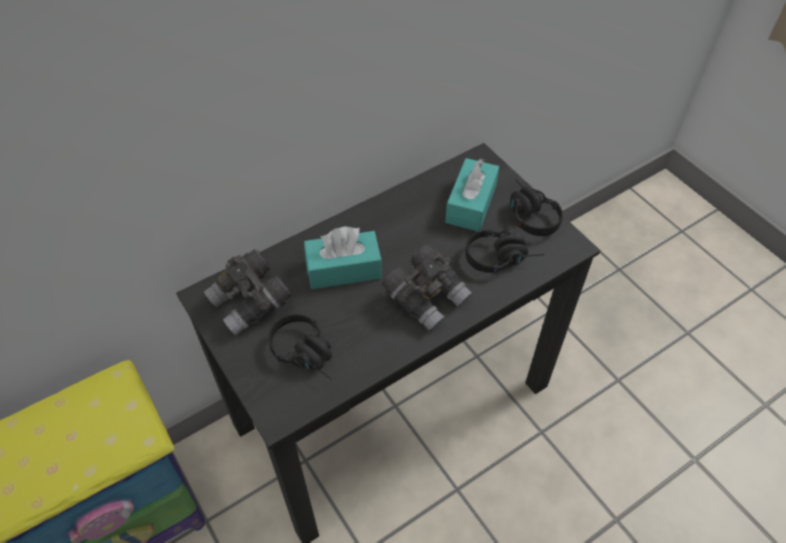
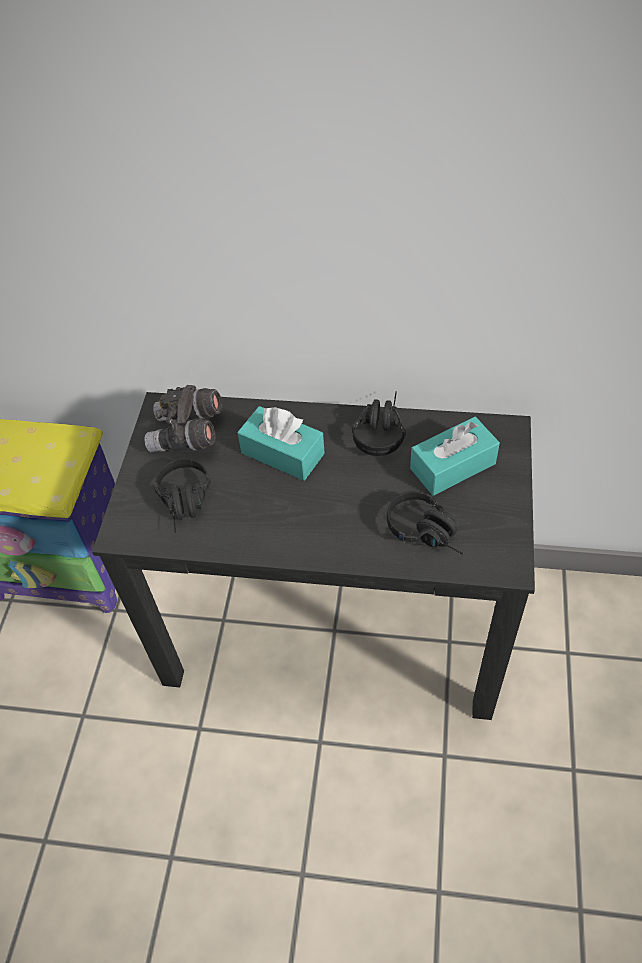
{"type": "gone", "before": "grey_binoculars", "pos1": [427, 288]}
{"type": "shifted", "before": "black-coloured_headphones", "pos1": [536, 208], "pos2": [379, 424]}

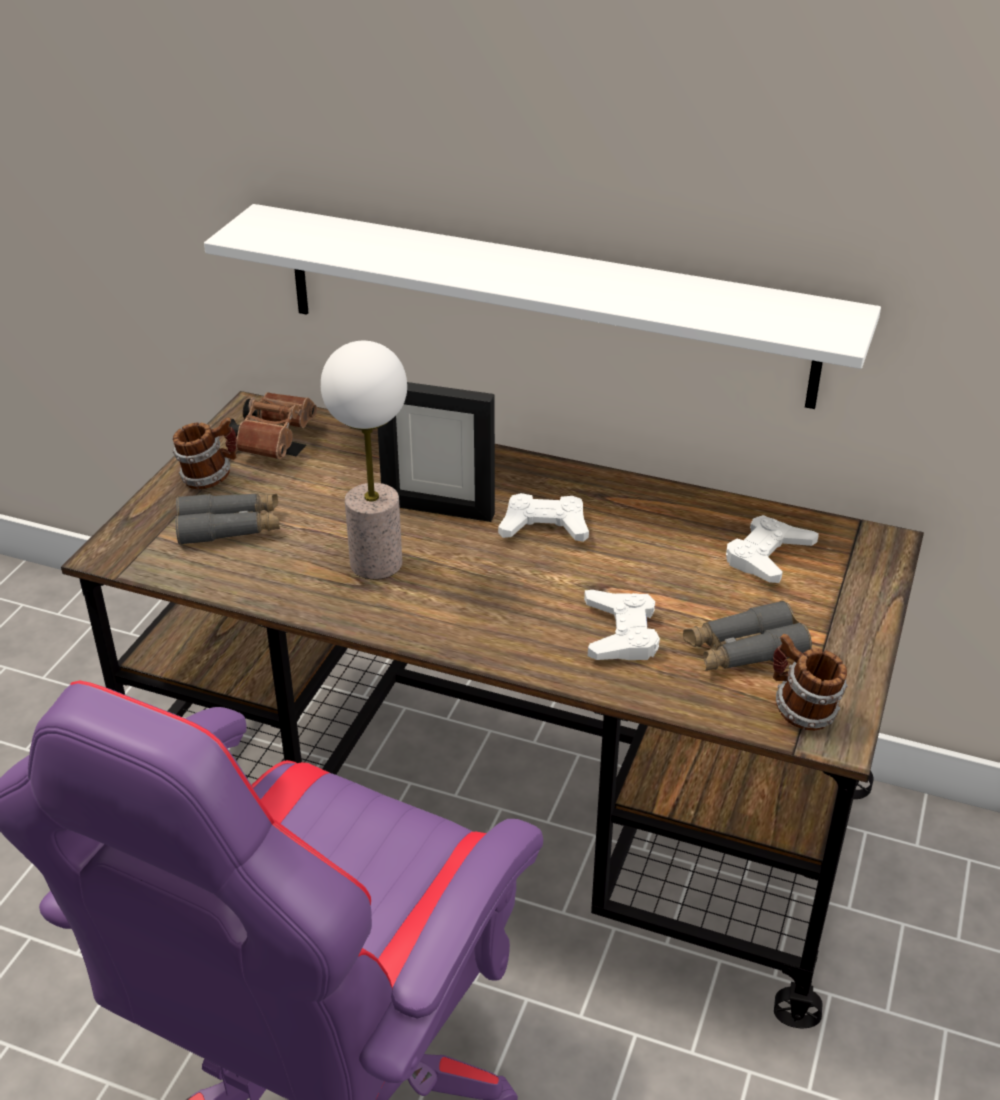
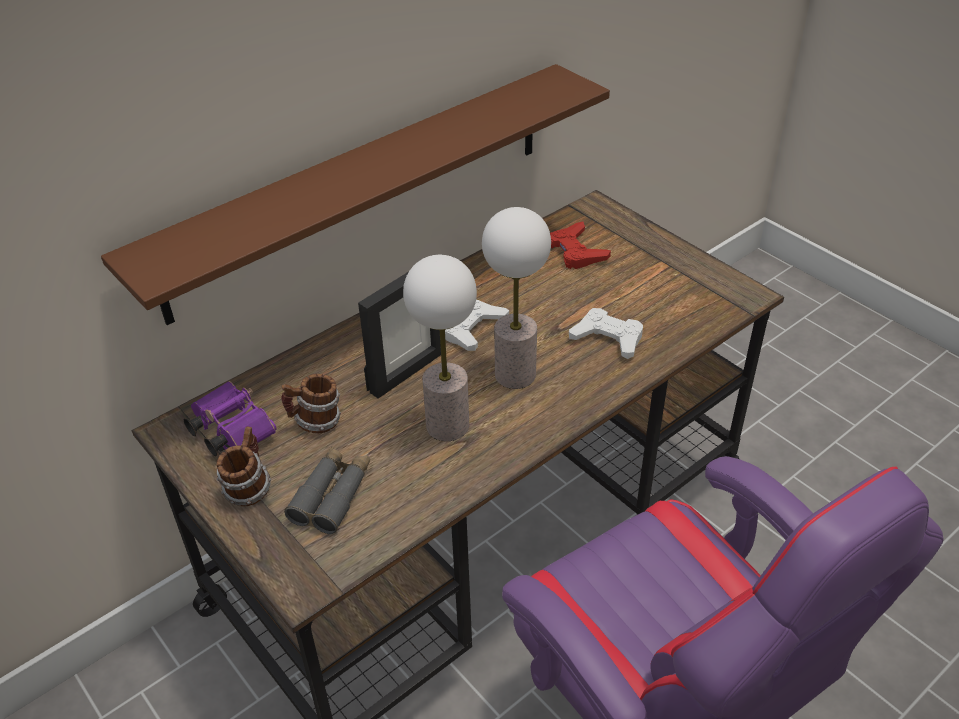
{"type": "repainted", "before": "white-coloured_shelf", "after": "brown_shelf", "pos1": [542, 306], "pos2": [355, 194]}
{"type": "repainted", "before": "brown_binoculars", "after": "purplish_binoculars", "pos1": [273, 425], "pos2": [230, 418]}
{"type": "gone", "before": "grey_binoculars", "pos1": [747, 635]}
{"type": "repainted", "before": "white-coloured_gamepad", "after": "reddish_gamepad", "pos1": [772, 549], "pos2": [580, 245]}
{"type": "shifted", "before": "coffee_mug", "pos1": [810, 682], "pos2": [311, 404]}
{"type": "new", "after": "table_lamp", "pos2": [516, 298]}

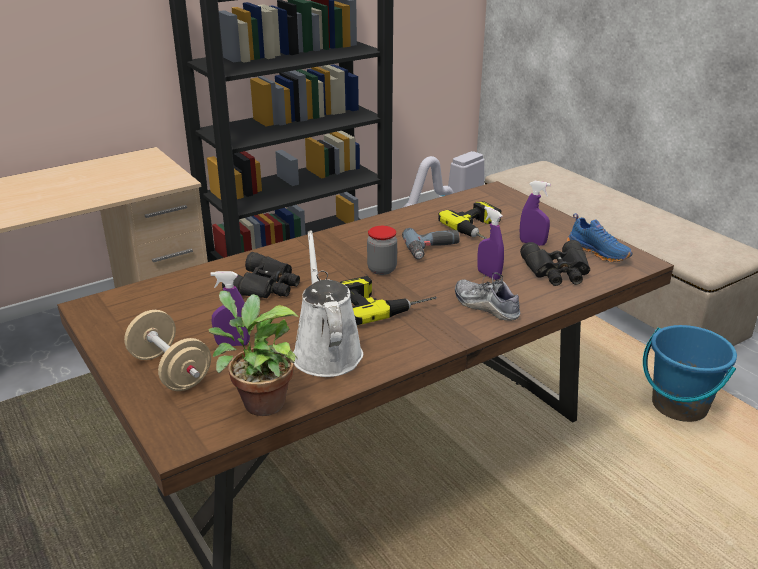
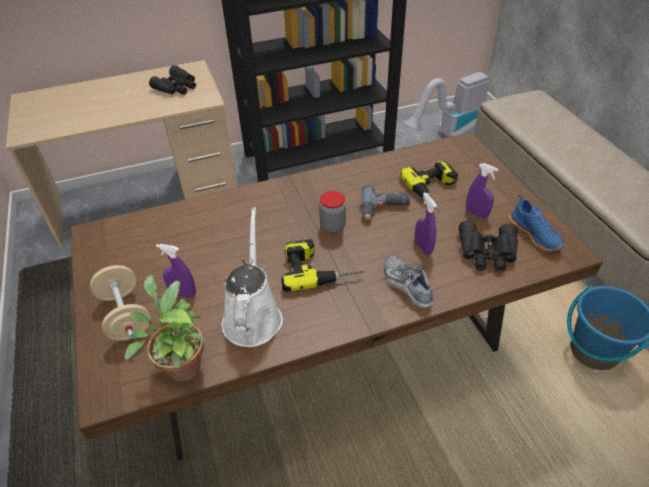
{"type": "shifted", "before": "black-coloured_binoculars", "pos1": [261, 275], "pos2": [172, 80]}

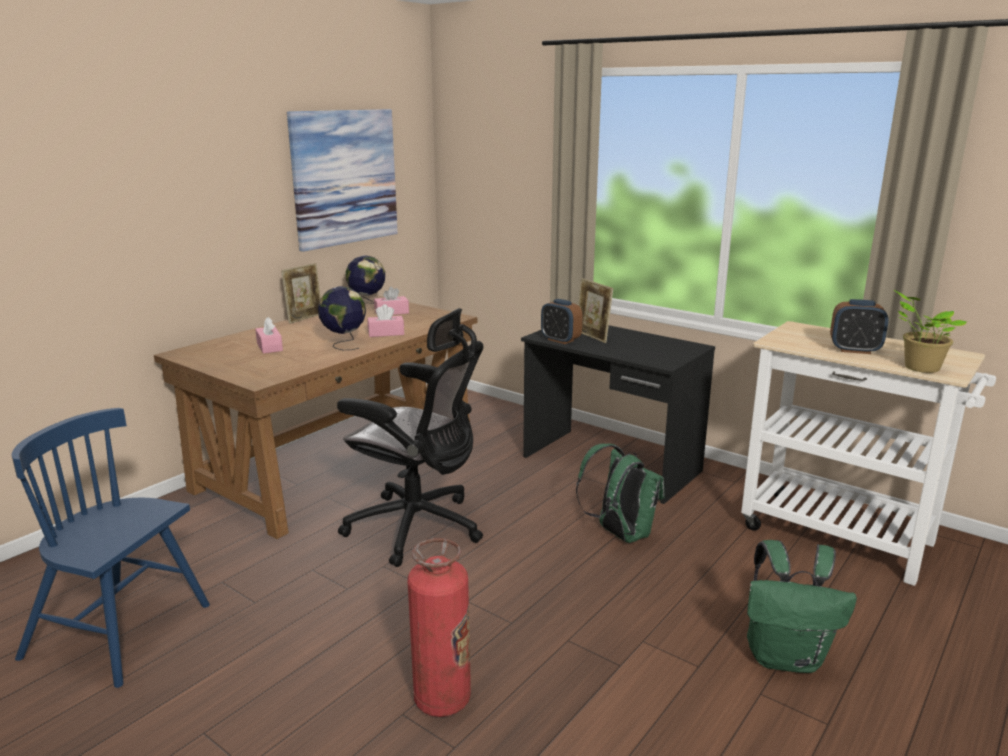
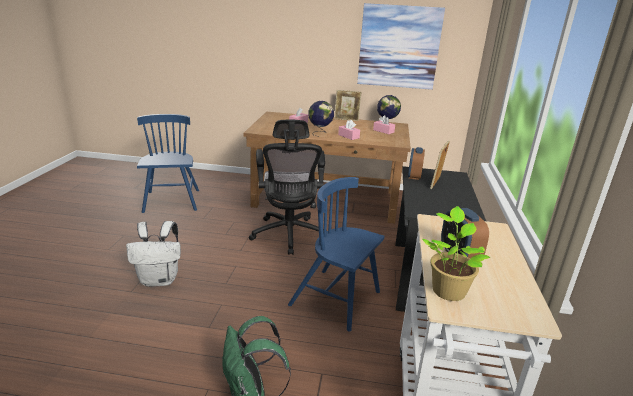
{"type": "swapped", "before": "fire_extinguisher", "after": "white-coloured_knapsack", "pos1": [439, 627], "pos2": [153, 254]}
{"type": "swapped", "before": "green_knapsack", "after": "blue-coloured_plain_chair", "pos1": [620, 493], "pos2": [336, 254]}

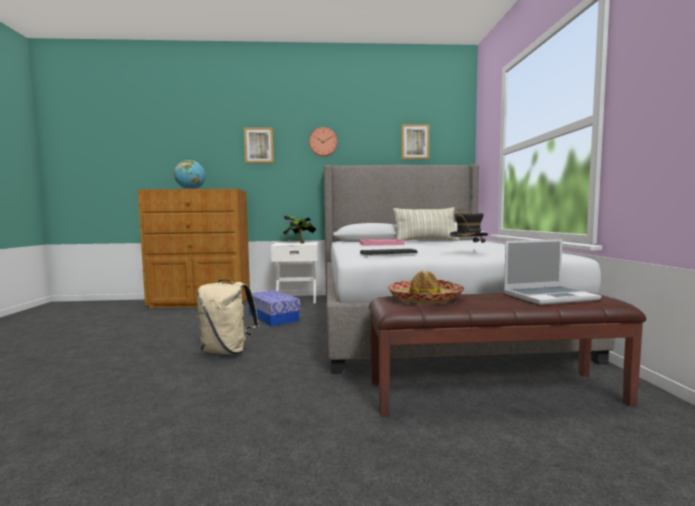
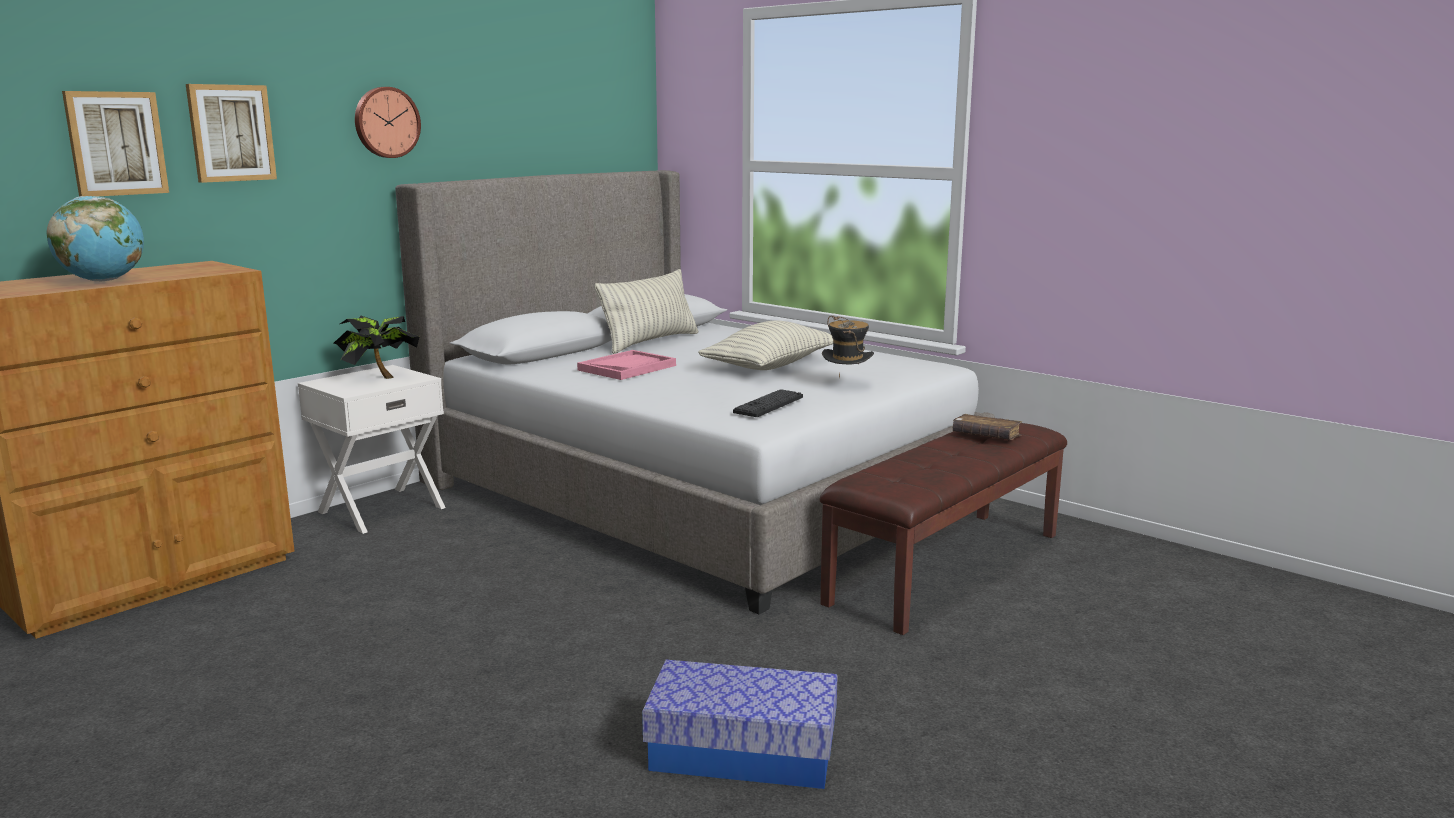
{"type": "gone", "before": "beige-coloured_knapsack", "pos1": [228, 317]}
{"type": "shifted", "before": "storage_bin", "pos1": [274, 308], "pos2": [740, 724]}
{"type": "gone", "before": "wearable_hat", "pos1": [426, 287]}
{"type": "shifted", "before": "picture", "pos1": [415, 141], "pos2": [115, 143]}
{"type": "swapped", "before": "notebook_computer", "after": "brown_volume", "pos1": [552, 272], "pos2": [987, 427]}
{"type": "new", "after": "cushion", "pos2": [765, 345]}

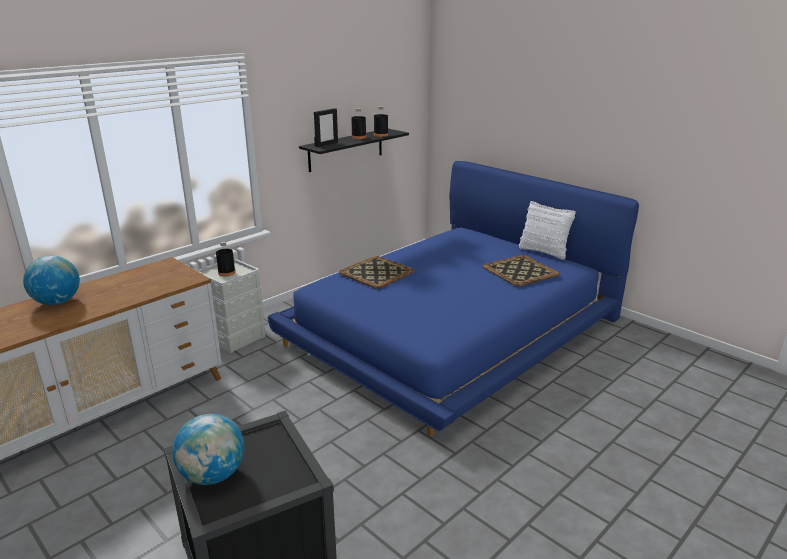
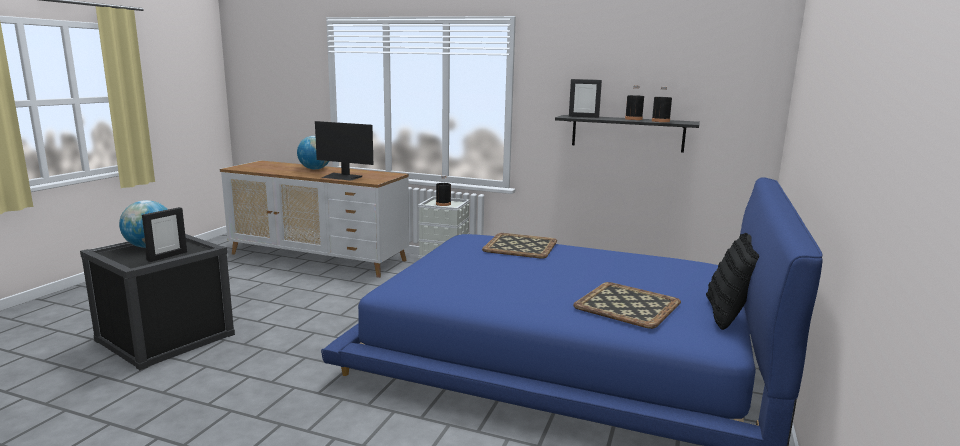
{"type": "repainted", "before": "white-coloured_cushion", "after": "black-coloured_cushion", "pos1": [547, 230], "pos2": [732, 281]}
{"type": "new", "after": "photo_frame", "pos2": [164, 234]}
{"type": "new", "after": "computer_screen", "pos2": [344, 151]}

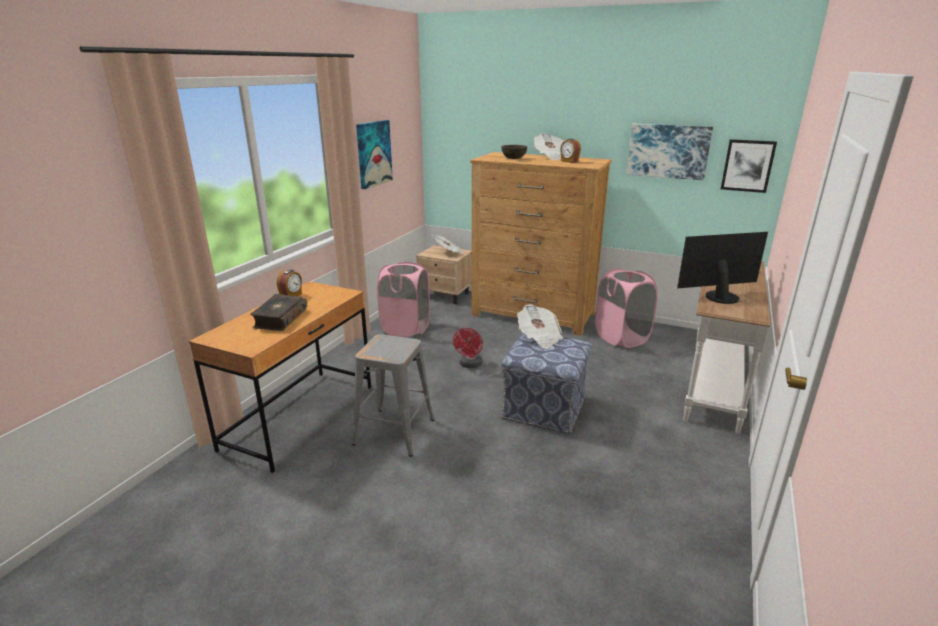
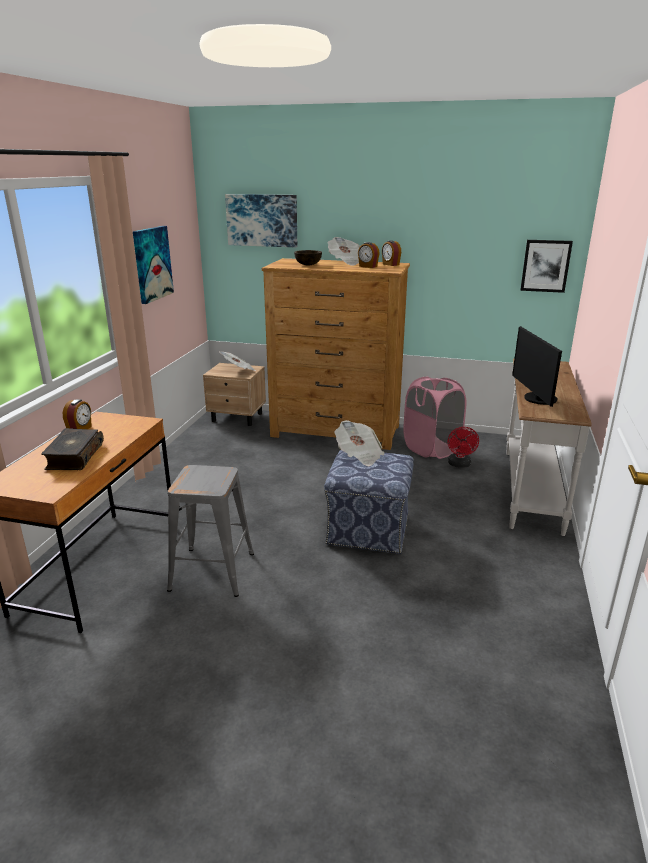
{"type": "gone", "before": "pink_laundry_basket", "pos1": [403, 299]}
{"type": "shifted", "before": "reddish_fan", "pos1": [468, 348], "pos2": [463, 447]}
{"type": "shifted", "before": "picture", "pos1": [669, 152], "pos2": [261, 220]}
{"type": "rotated", "before": "computer_screen", "pos1": [722, 268], "pos2": [537, 366], "turn": -75}
{"type": "new", "after": "bedside_clock", "pos2": [391, 253]}

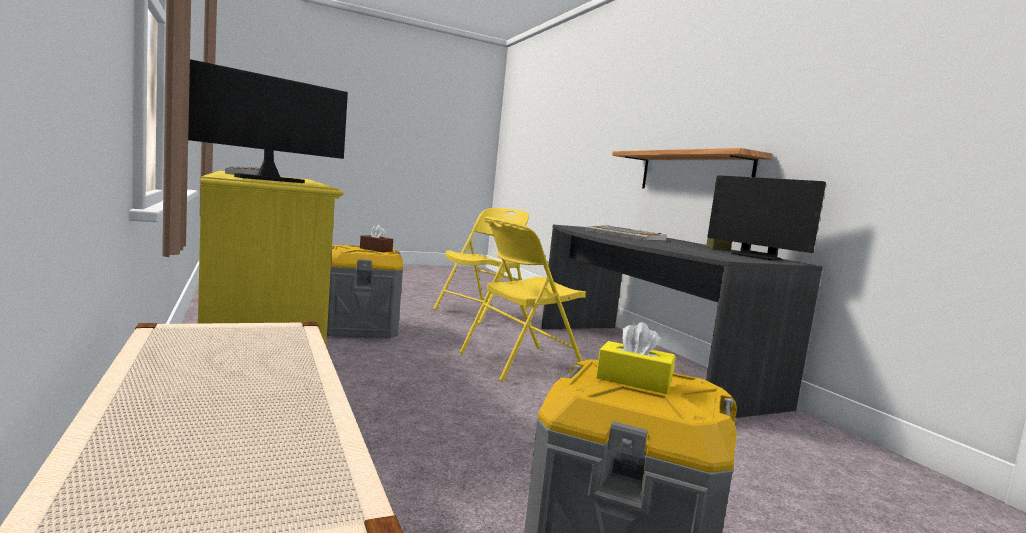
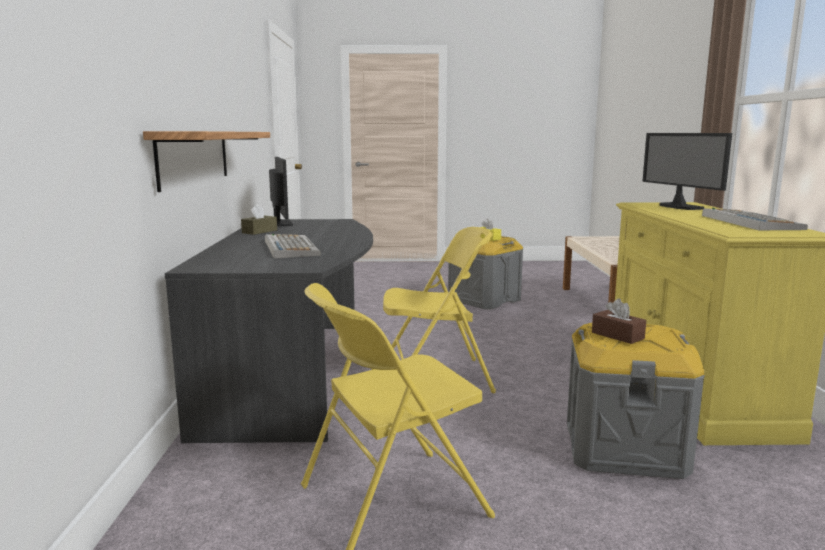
{"type": "rotated", "before": "computer_screen", "pos1": [268, 121], "pos2": [687, 171], "turn": 90}

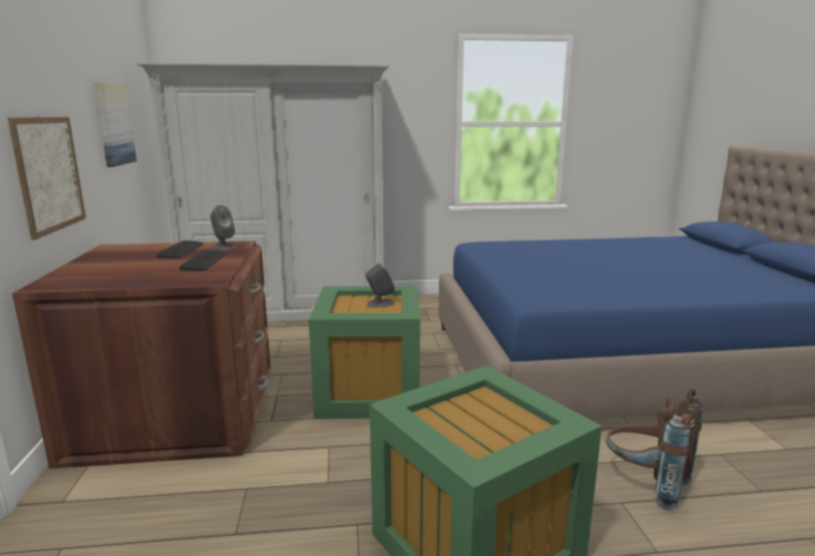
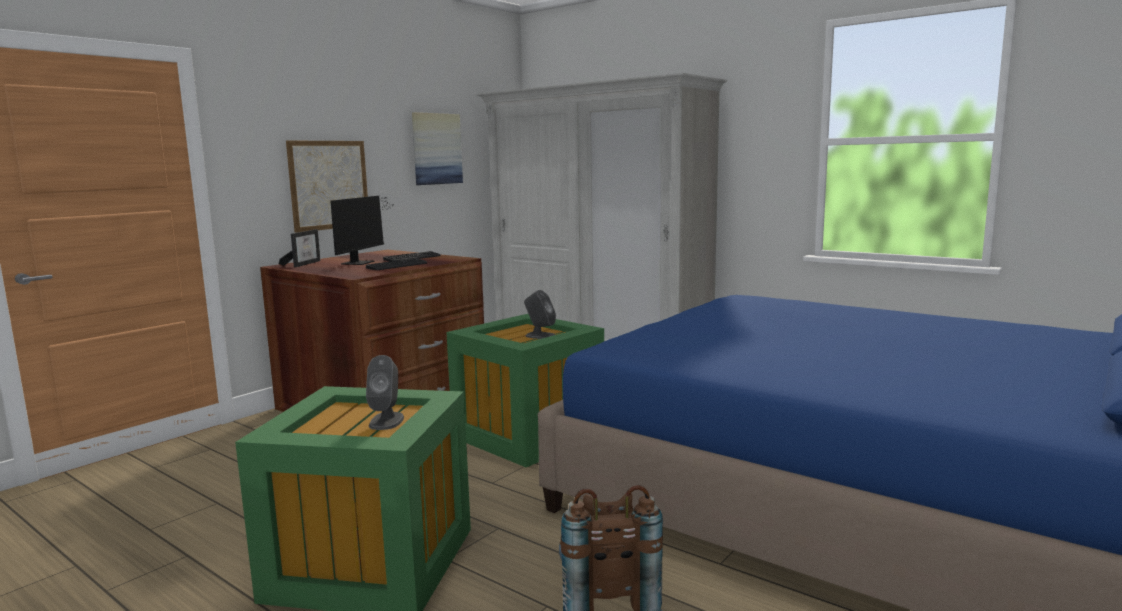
{"type": "shifted", "before": "grey_loudspeaker", "pos1": [223, 227], "pos2": [385, 392]}
{"type": "new", "after": "photo_frame", "pos2": [299, 248]}
{"type": "new", "after": "computer_screen", "pos2": [359, 230]}

